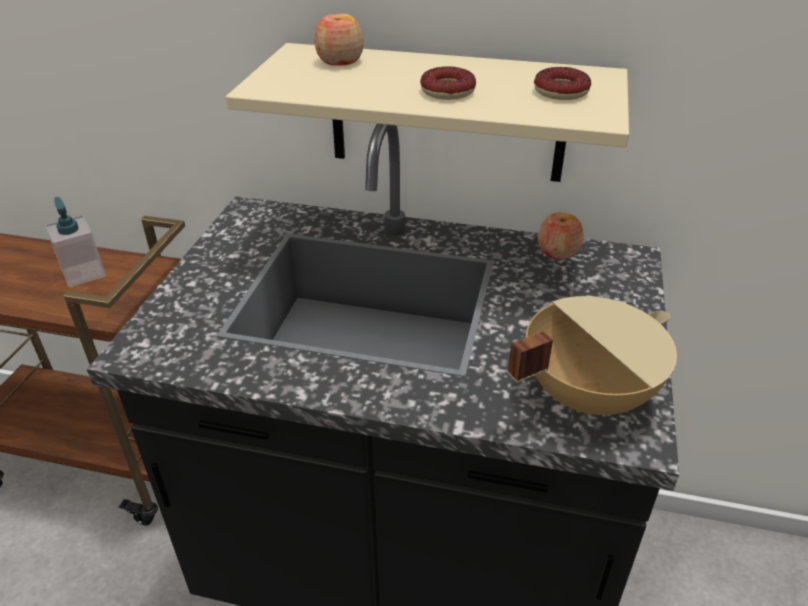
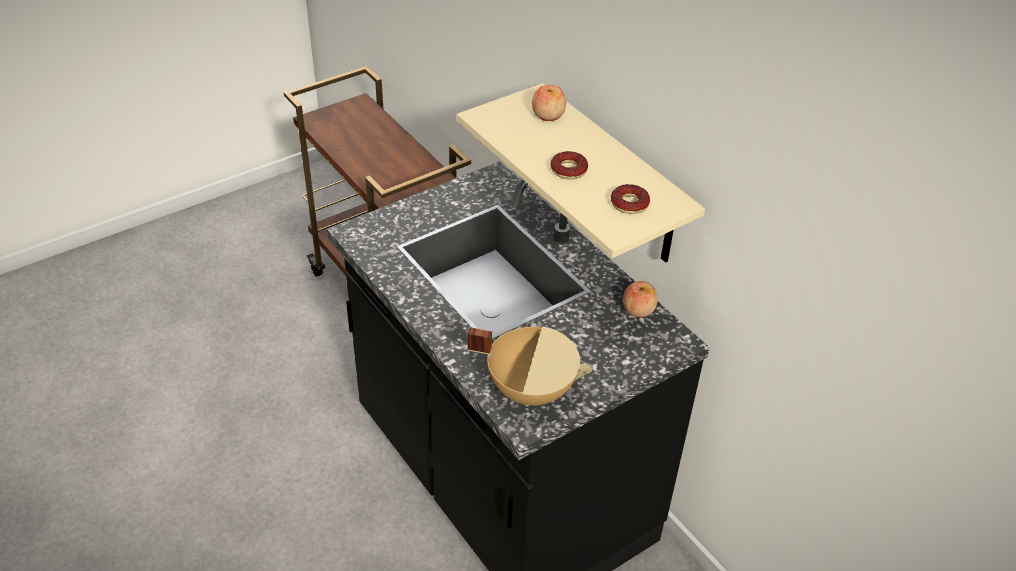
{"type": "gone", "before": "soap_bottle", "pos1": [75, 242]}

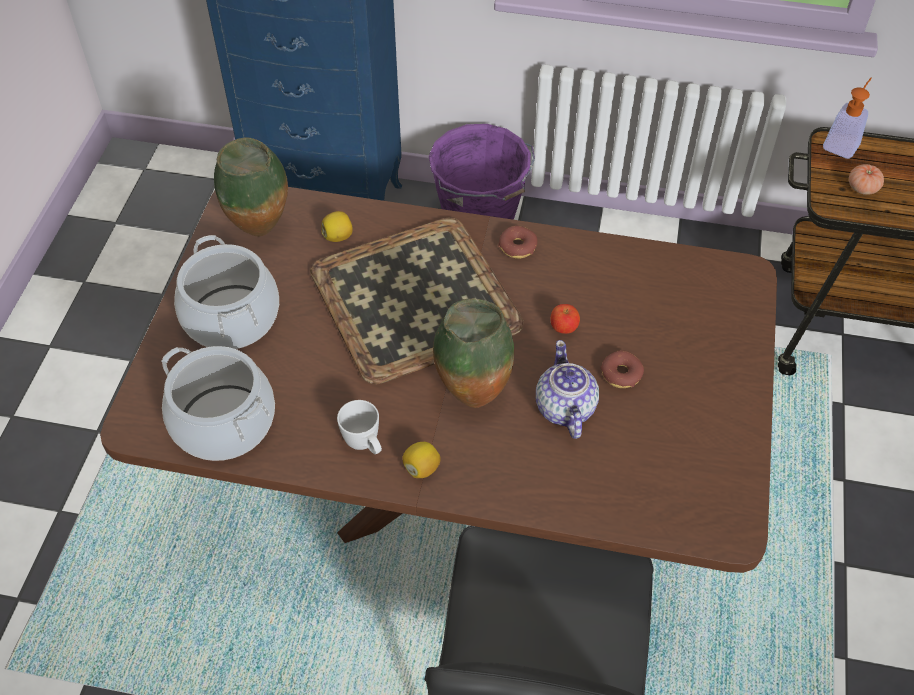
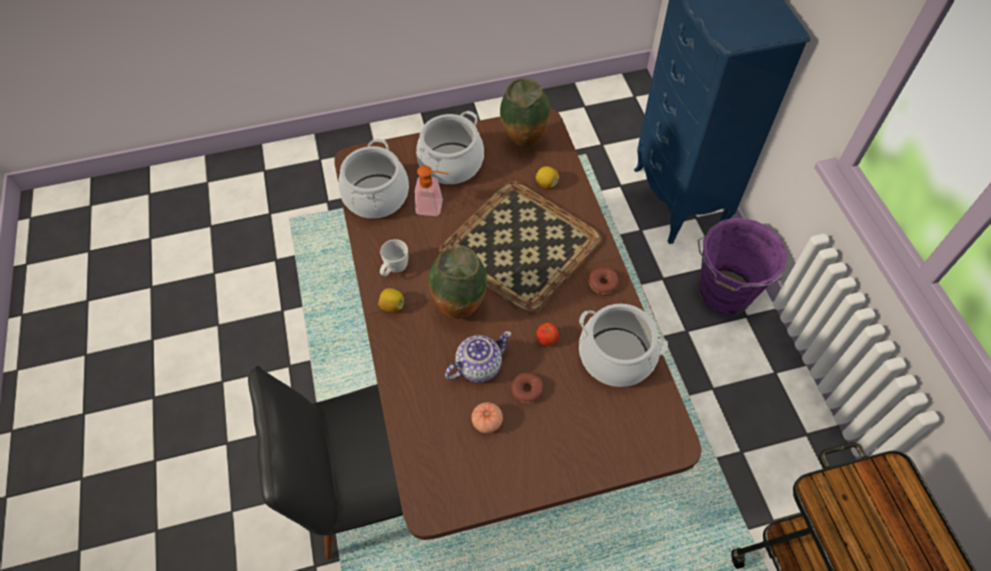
{"type": "shifted", "before": "soap_bottle", "pos1": [847, 118], "pos2": [432, 191]}
{"type": "shifted", "before": "fresh_tomato", "pos1": [866, 179], "pos2": [487, 417]}
{"type": "new", "after": "stockpot", "pos2": [623, 345]}

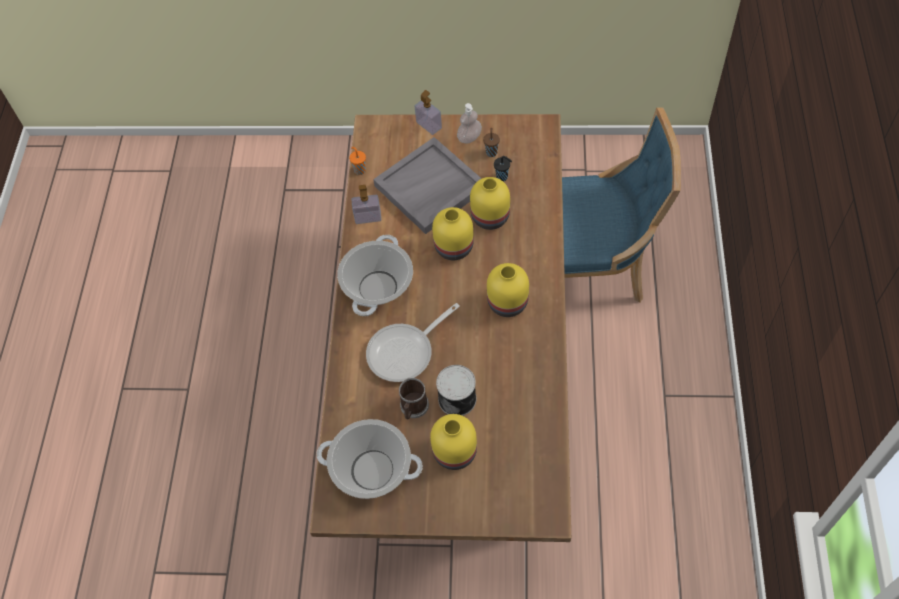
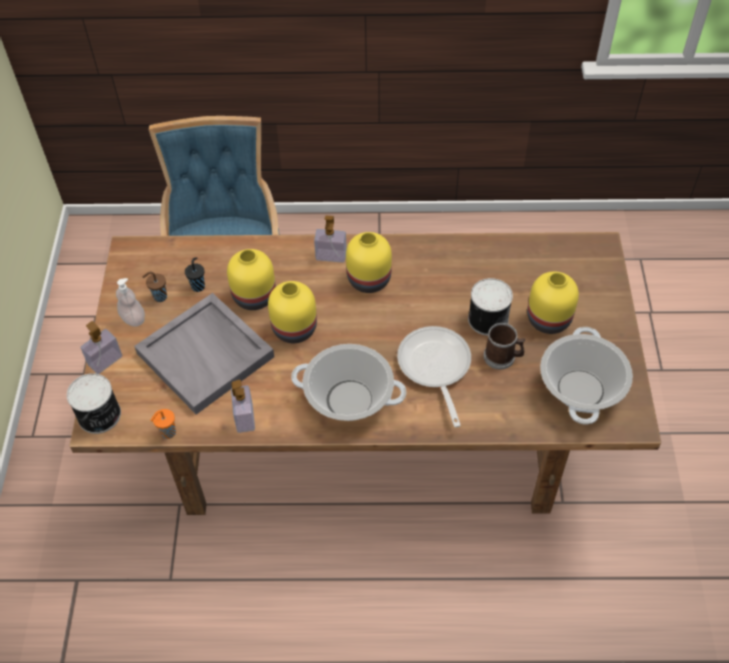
{"type": "rotated", "before": "frying_pan", "pos1": [413, 342], "pos2": [434, 376], "turn": -150}
{"type": "new", "after": "metal_can", "pos2": [94, 403]}
{"type": "new", "after": "soap_bottle", "pos2": [330, 239]}

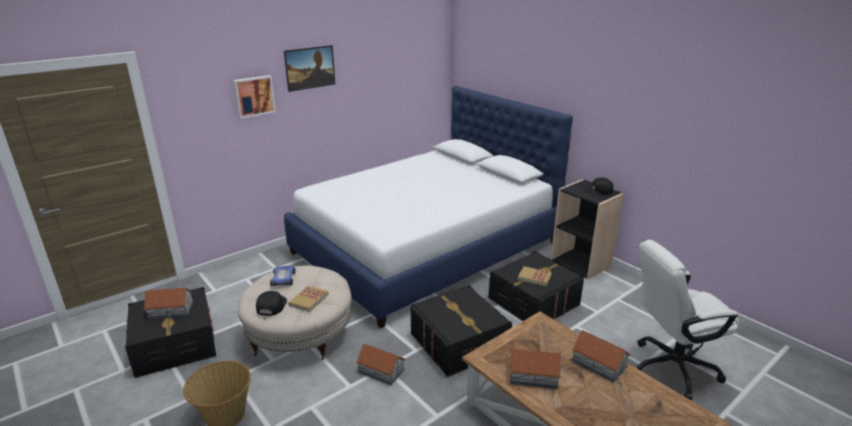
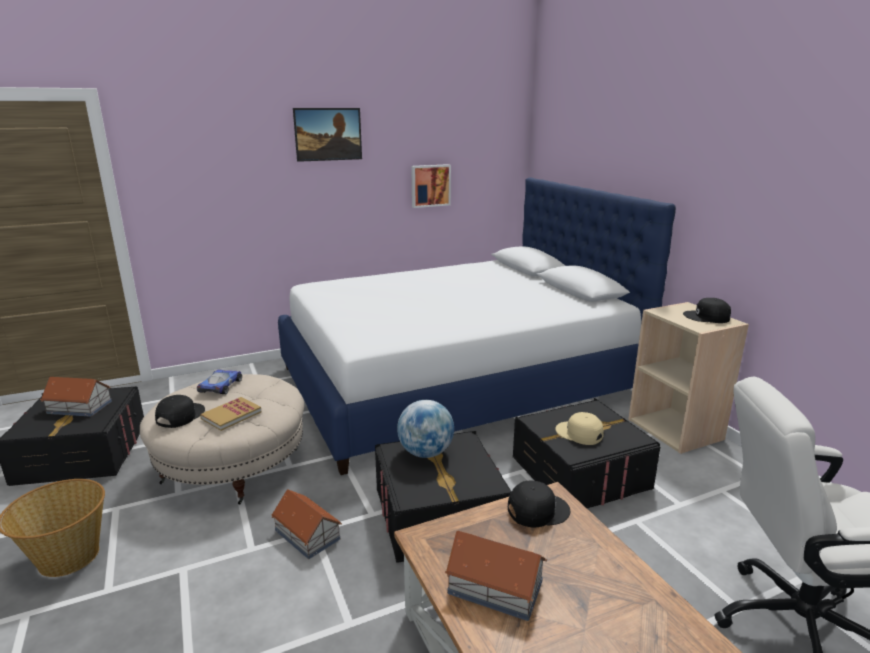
{"type": "shifted", "before": "picture", "pos1": [254, 96], "pos2": [431, 186]}
{"type": "swapped", "before": "volume", "after": "beige-coloured_peaked_cap", "pos1": [535, 276], "pos2": [579, 428]}
{"type": "repainted", "before": "black-coloured_bookcase", "after": "beige-coloured_bookcase", "pos1": [587, 229], "pos2": [688, 378]}
{"type": "gone", "before": "model_house", "pos1": [601, 356]}
{"type": "new", "after": "world_globe", "pos2": [425, 429]}
{"type": "new", "after": "black-coloured_peaked_cap", "pos2": [539, 504]}

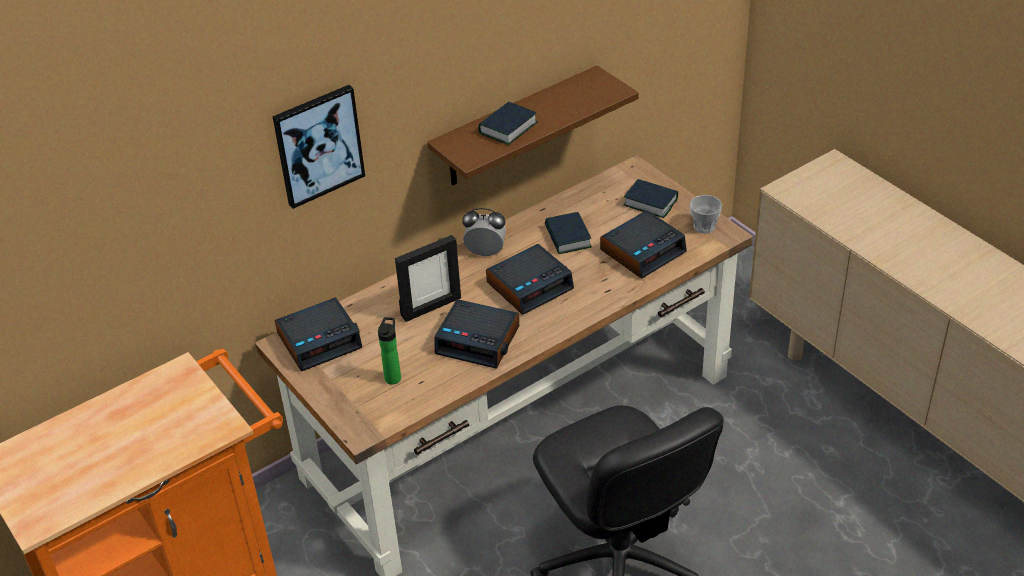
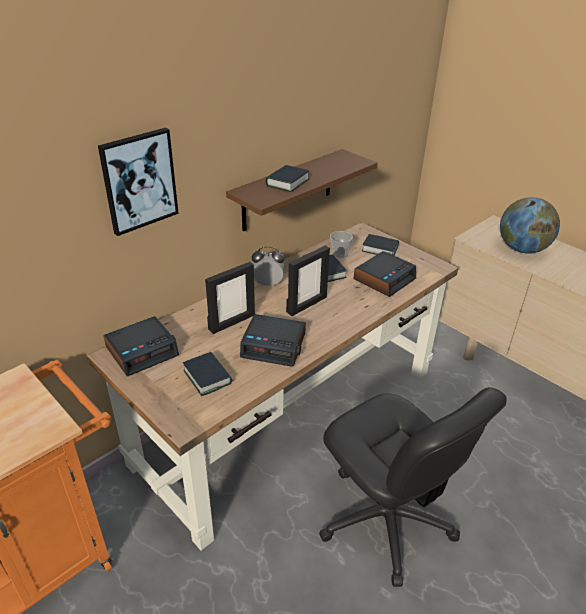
{"type": "swapped", "before": "bottle", "after": "volume", "pos1": [389, 350], "pos2": [207, 374]}
{"type": "swapped", "before": "bedside_clock", "after": "photo_frame", "pos1": [530, 279], "pos2": [308, 281]}
{"type": "shifted", "before": "small_cup", "pos1": [706, 214], "pos2": [341, 244]}
{"type": "new", "after": "world_globe", "pos2": [530, 225]}

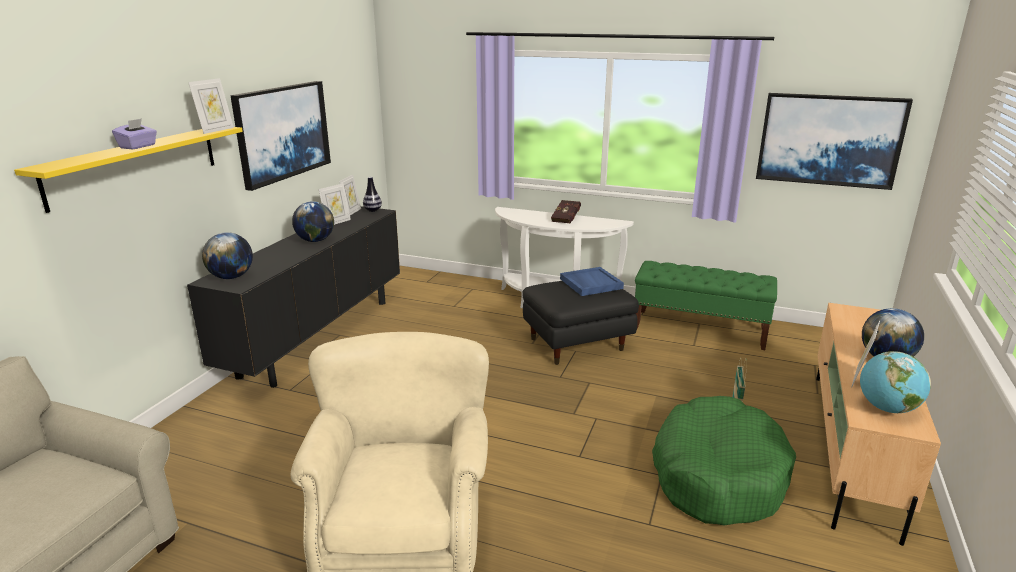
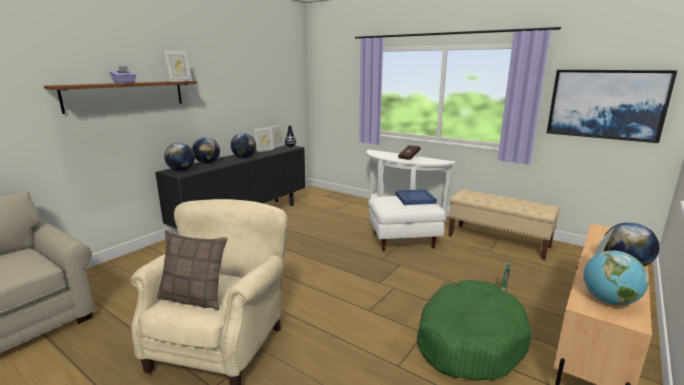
{"type": "repainted", "before": "yellowish_shelf", "after": "brown_shelf", "pos1": [128, 170], "pos2": [120, 97]}
{"type": "gone", "before": "picture", "pos1": [281, 136]}
{"type": "repainted", "before": "black-coloured_footrest", "after": "white-coloured_footrest", "pos1": [580, 323], "pos2": [407, 223]}
{"type": "repainted", "before": "green_bench", "after": "beige-coloured_bench", "pos1": [706, 305], "pos2": [504, 225]}
{"type": "new", "after": "cushion", "pos2": [192, 269]}
{"type": "new", "after": "world_globe", "pos2": [206, 150]}

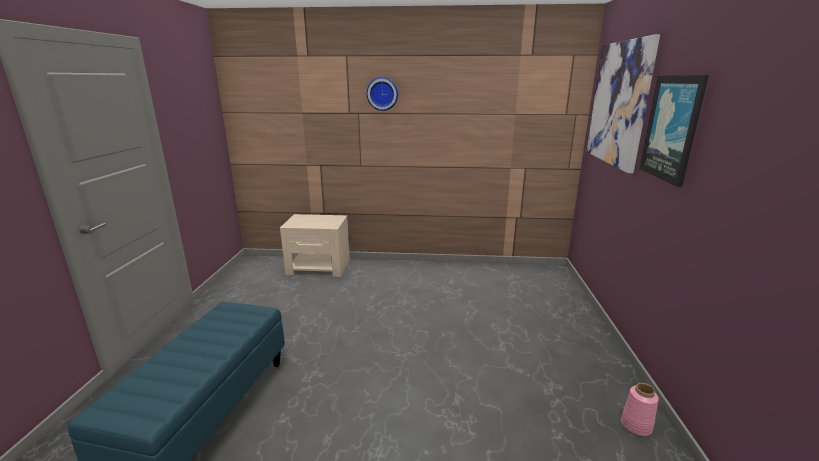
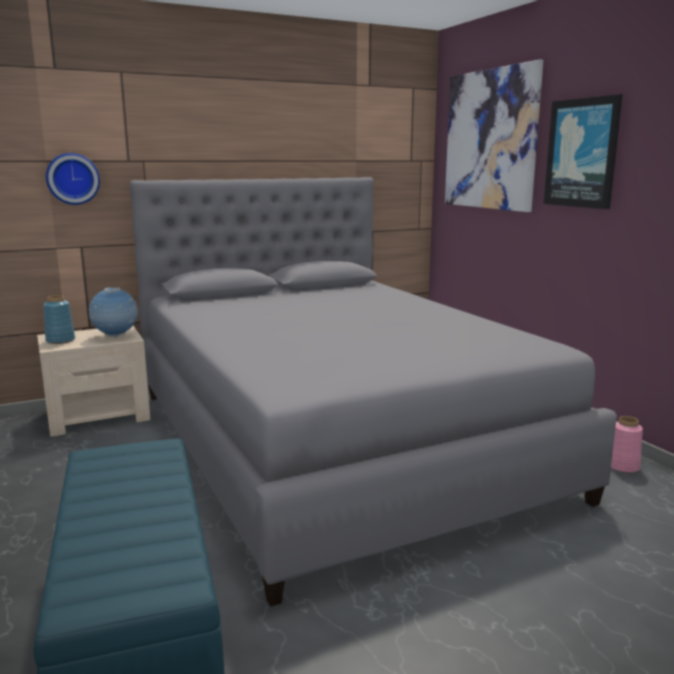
{"type": "shifted", "before": "wall_clock", "pos1": [382, 94], "pos2": [73, 179]}
{"type": "new", "after": "blue-coloured_decorative_vase", "pos2": [59, 319]}
{"type": "new", "after": "world_globe", "pos2": [113, 312]}
{"type": "new", "after": "grey_bedroom_bed", "pos2": [373, 392]}

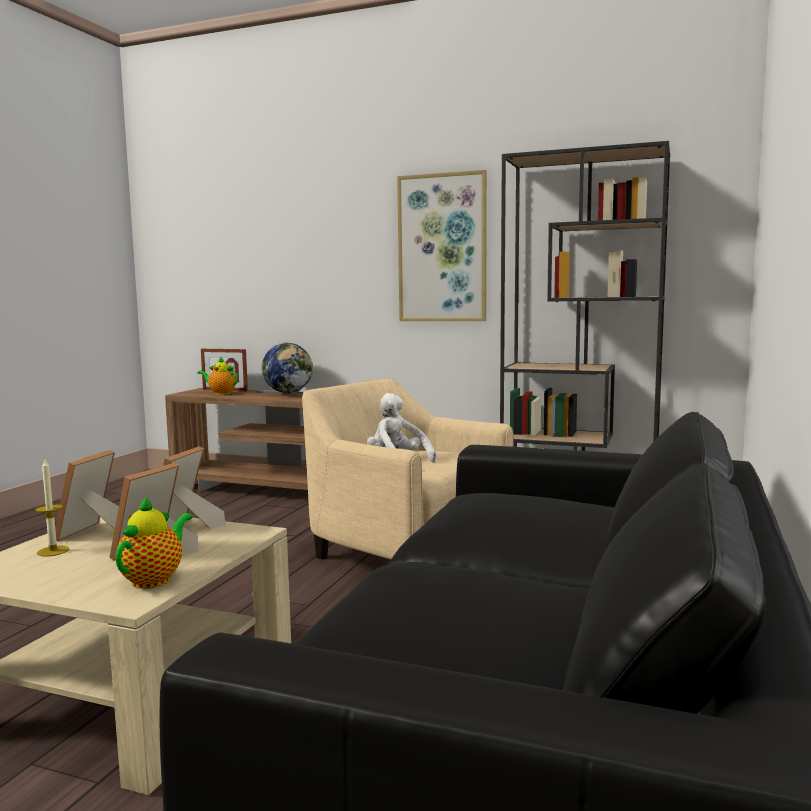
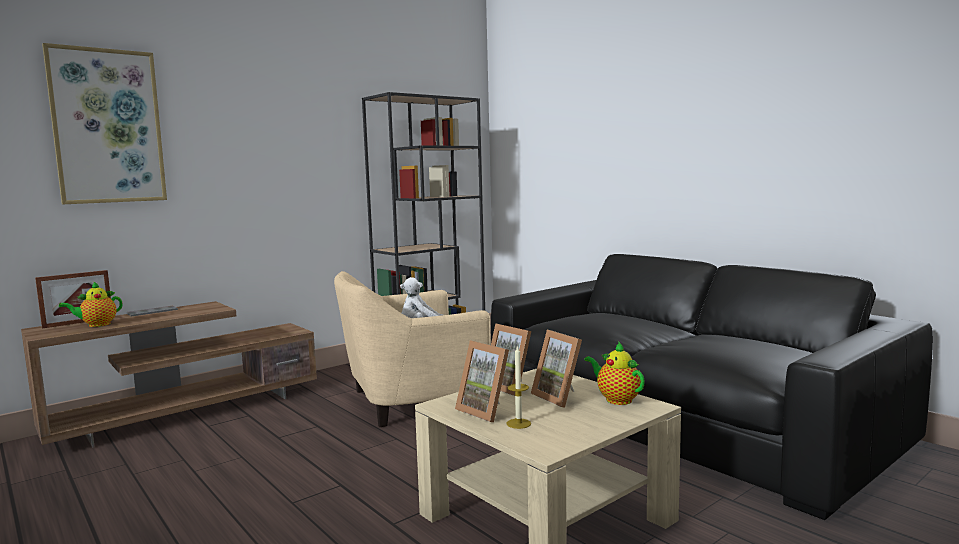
{"type": "gone", "before": "world_globe", "pos1": [287, 368]}
{"type": "shifted", "before": "picture", "pos1": [442, 245], "pos2": [104, 123]}

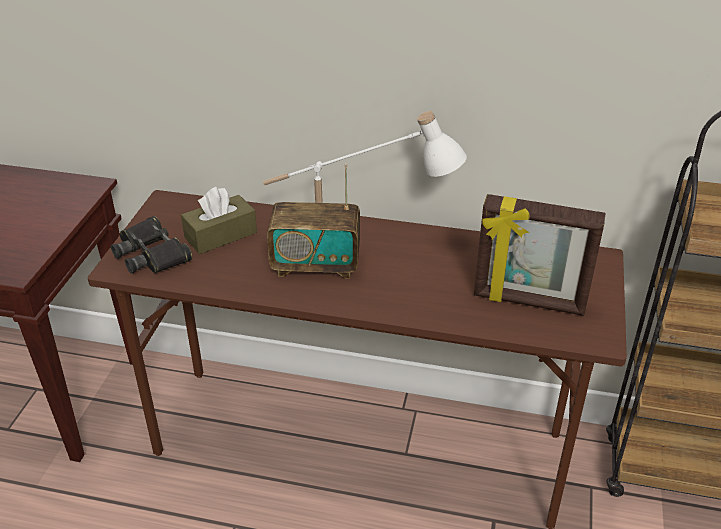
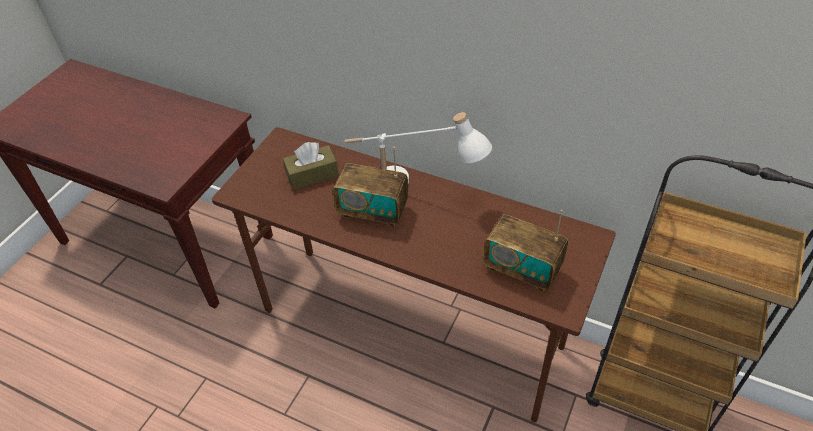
{"type": "gone", "before": "black-coloured_binoculars", "pos1": [151, 245]}
{"type": "swapped", "before": "photo_frame", "after": "radio_set", "pos1": [540, 255], "pos2": [525, 251]}

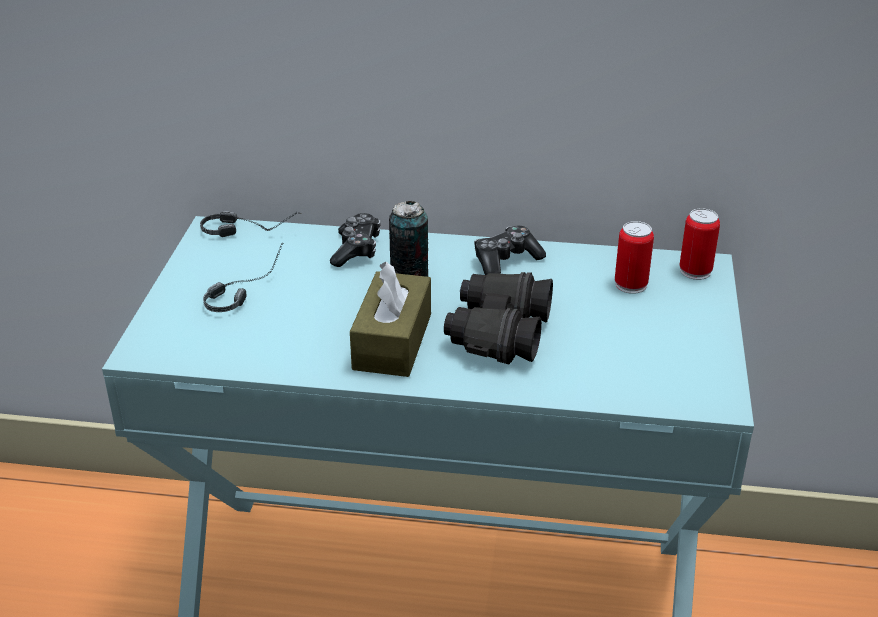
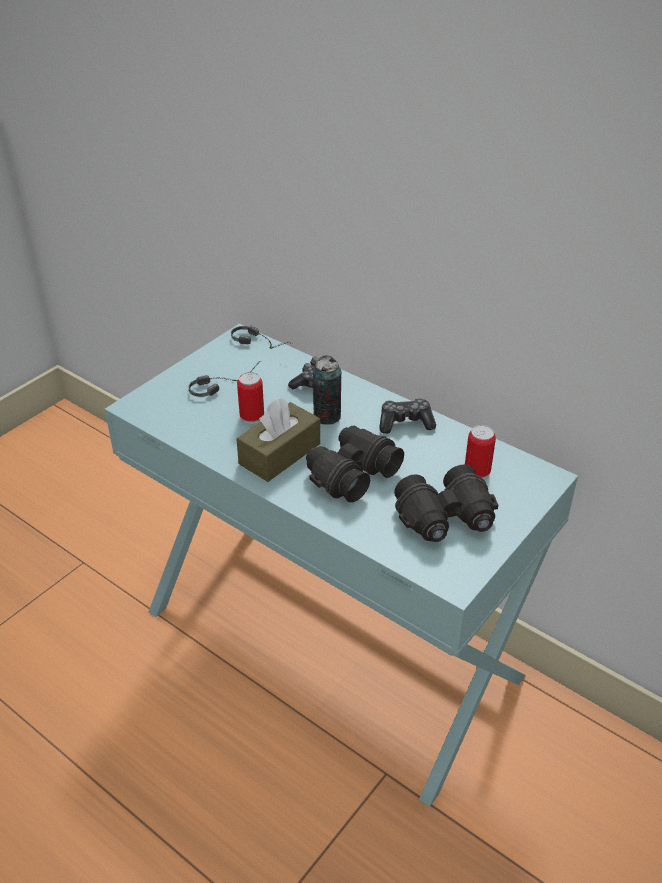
{"type": "shifted", "before": "metal_can", "pos1": [700, 244], "pos2": [250, 398]}
{"type": "new", "after": "black-coloured_binoculars", "pos2": [446, 503]}

